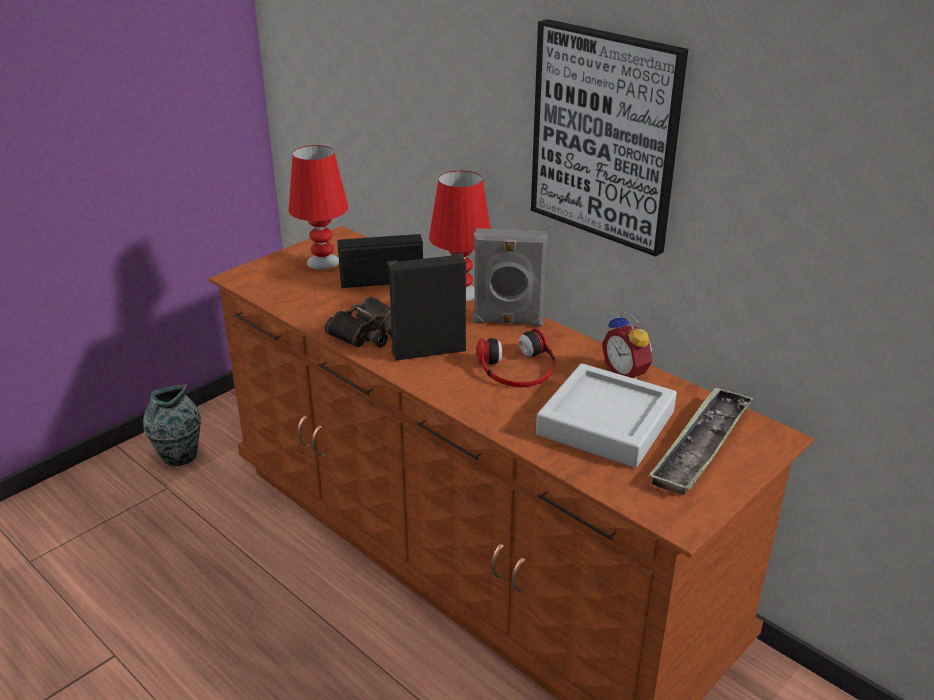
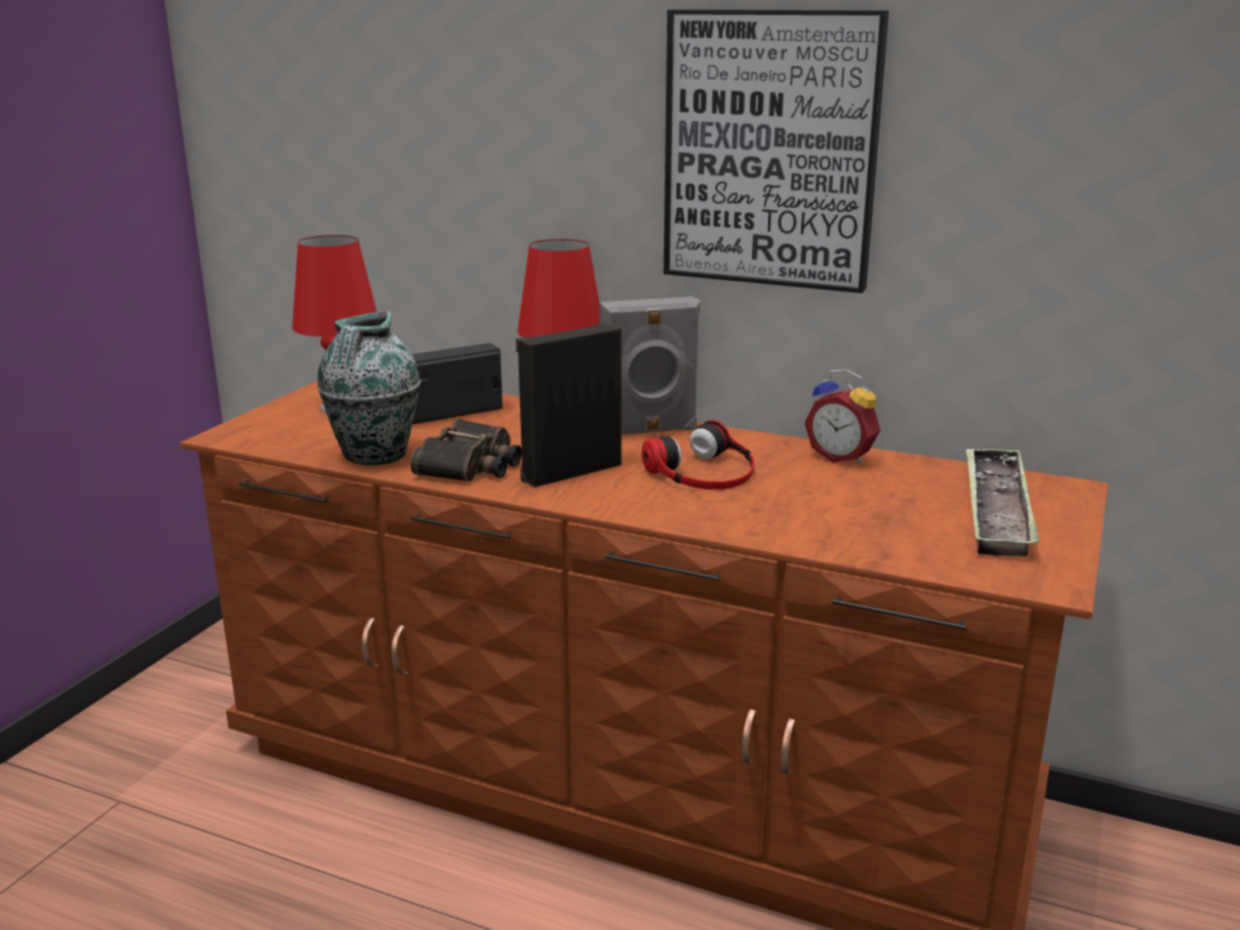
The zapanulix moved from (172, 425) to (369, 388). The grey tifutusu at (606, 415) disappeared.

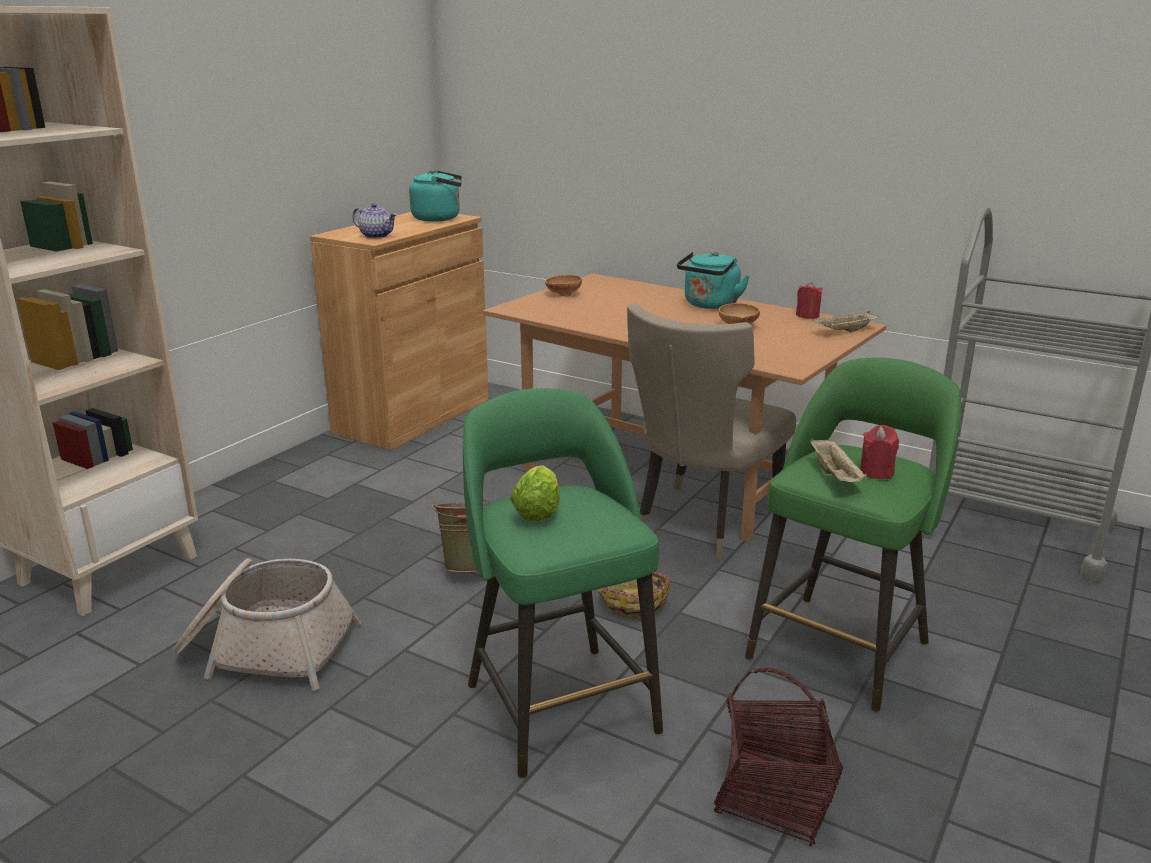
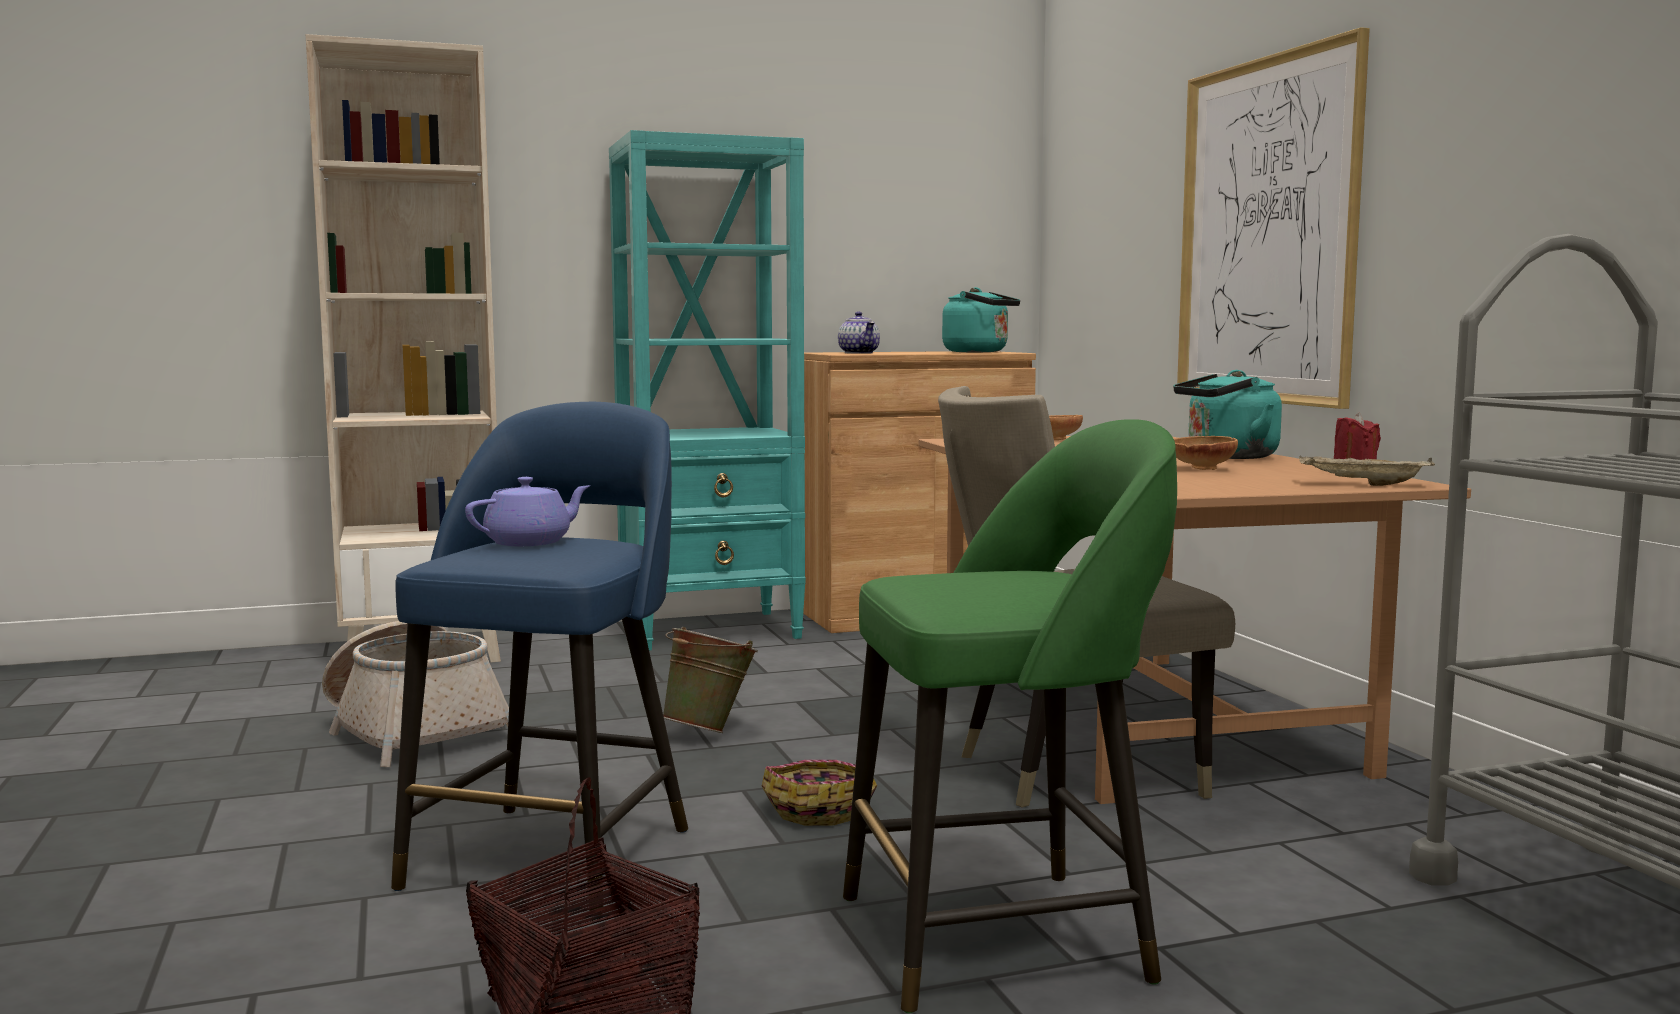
The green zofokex at (563, 583) became the blue zofokex at (539, 659). The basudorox at (535, 493) was replaced by the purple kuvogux at (527, 511). The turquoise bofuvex at (707, 390) appeared. The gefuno at (1273, 218) appeared. The beige tifutusu at (838, 460) disappeared. The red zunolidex at (879, 452) disappeared.

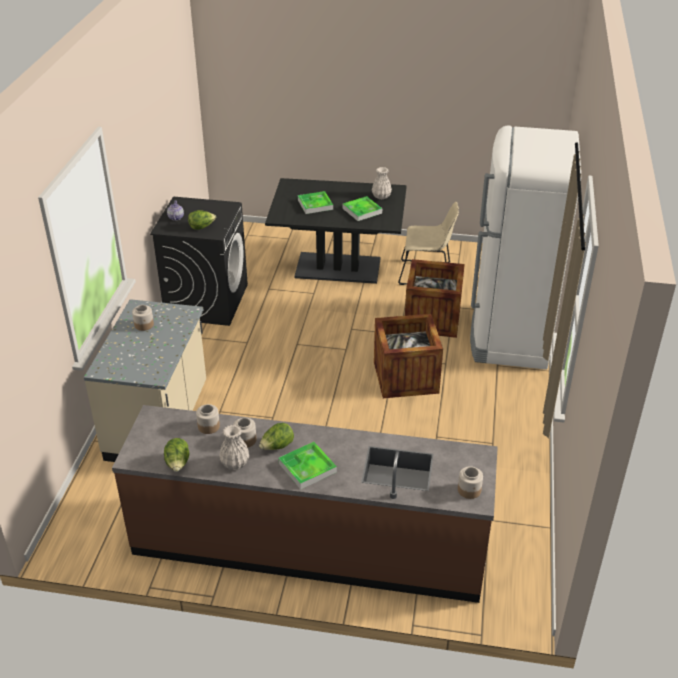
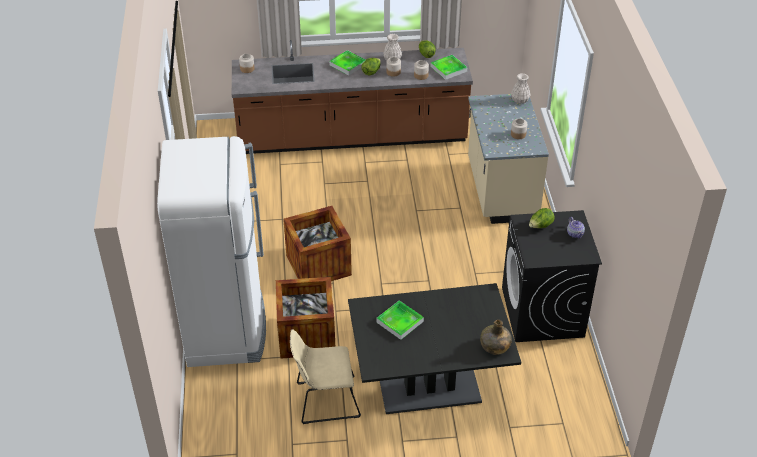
The tifutusu moved from (315, 202) to (449, 67). The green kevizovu at (496, 337) appeared. The white zapanulix moved from (382, 183) to (521, 88).

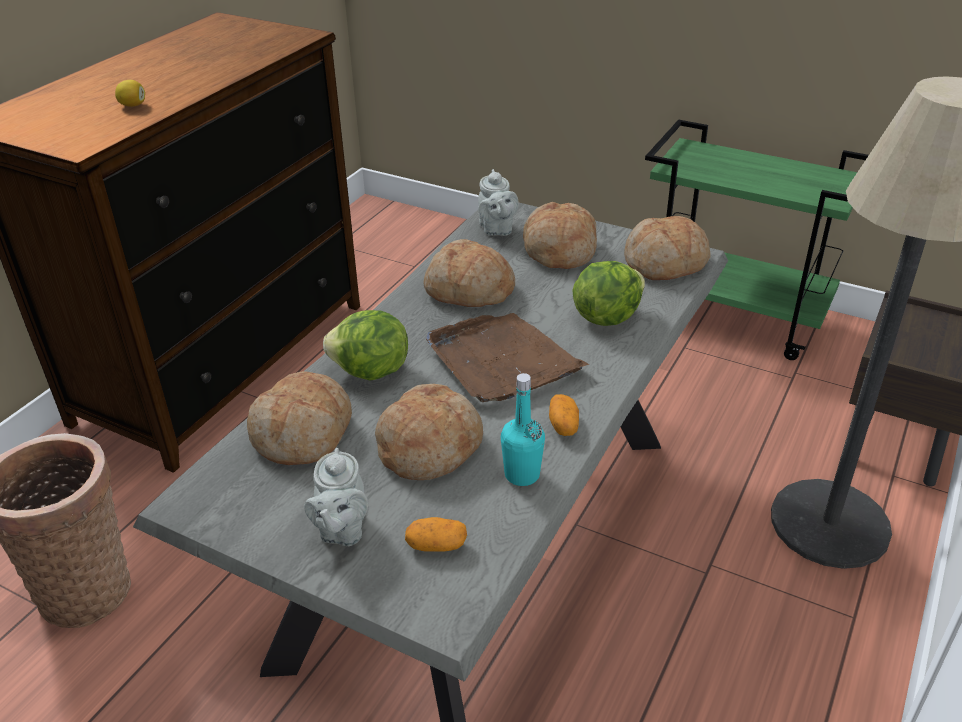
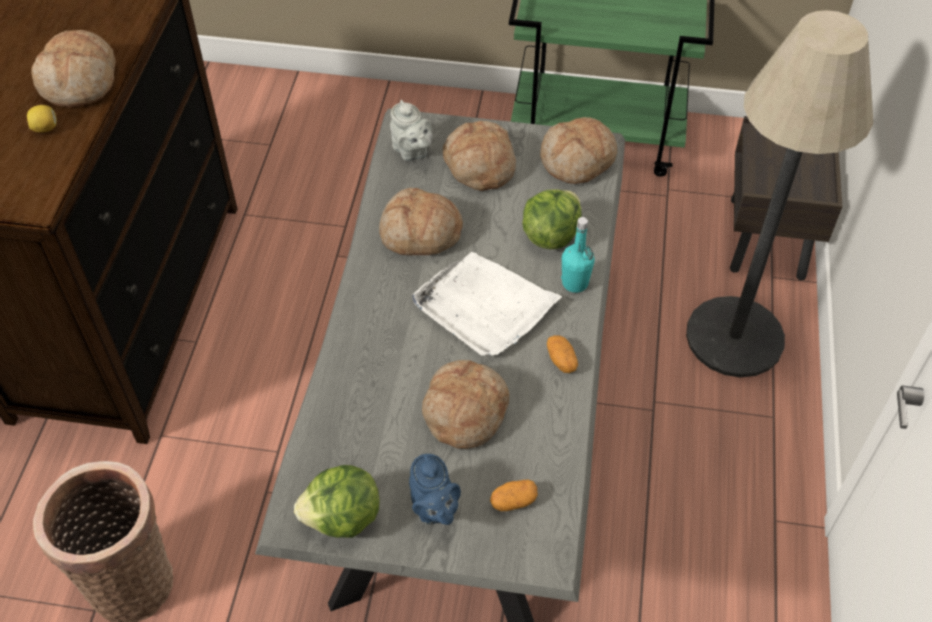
The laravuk moved from (299, 418) to (73, 68). The basudorox moved from (365, 345) to (337, 501). The grey kuvogux at (336, 497) became the blue kuvogux at (435, 489). The brown tifutusu at (507, 357) became the white tifutusu at (487, 304). The turquoise kevizovu moved from (523, 429) to (578, 255).

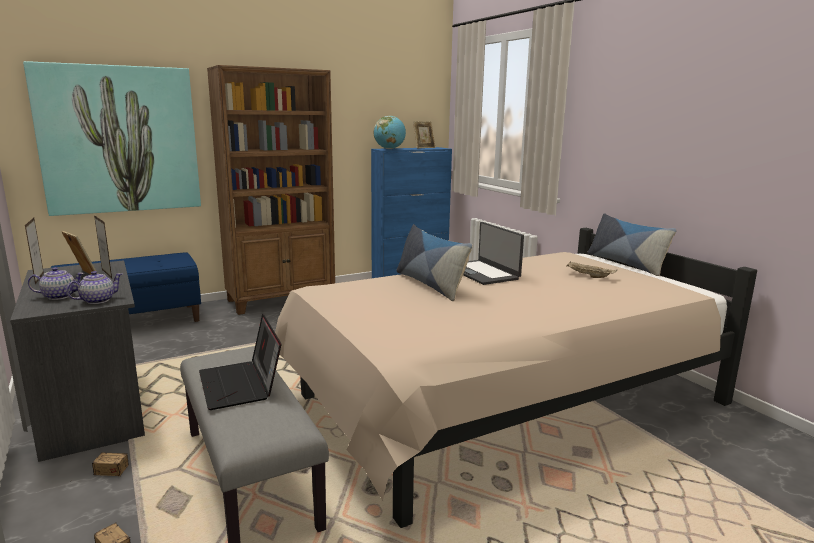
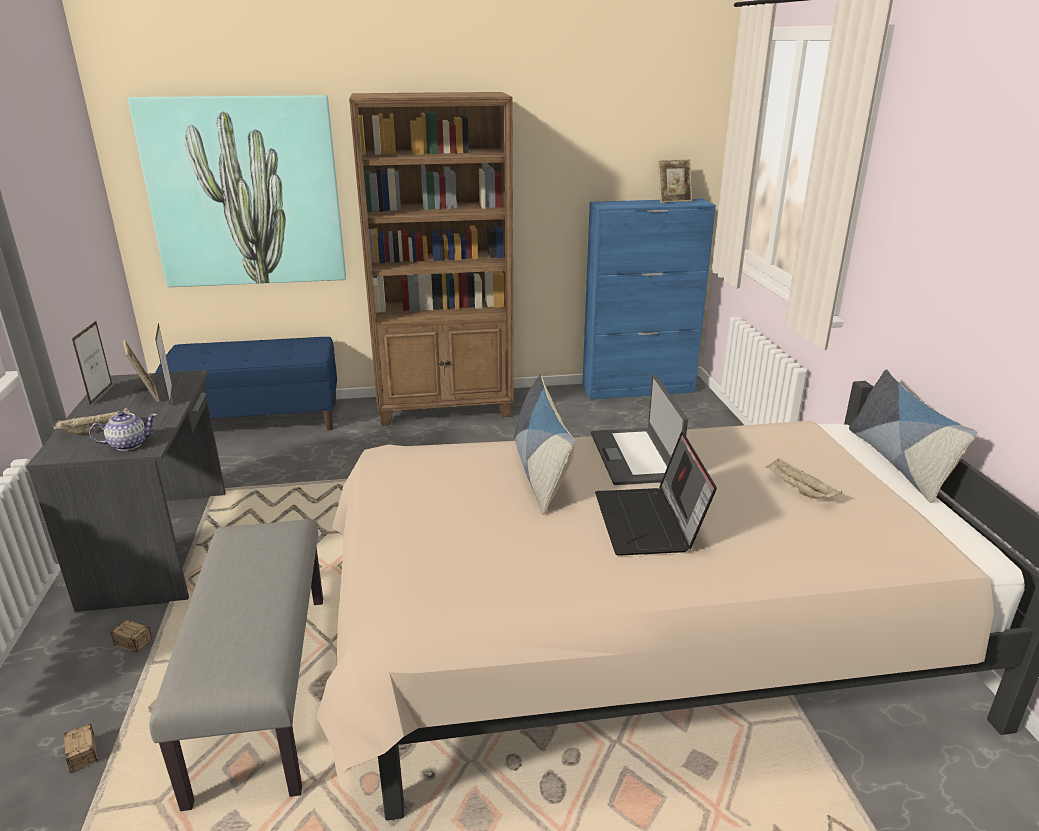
The kuvogux at (56, 283) was replaced by the beige tifutusu at (92, 421). The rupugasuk moved from (240, 362) to (656, 494). The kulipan at (389, 132) disappeared.

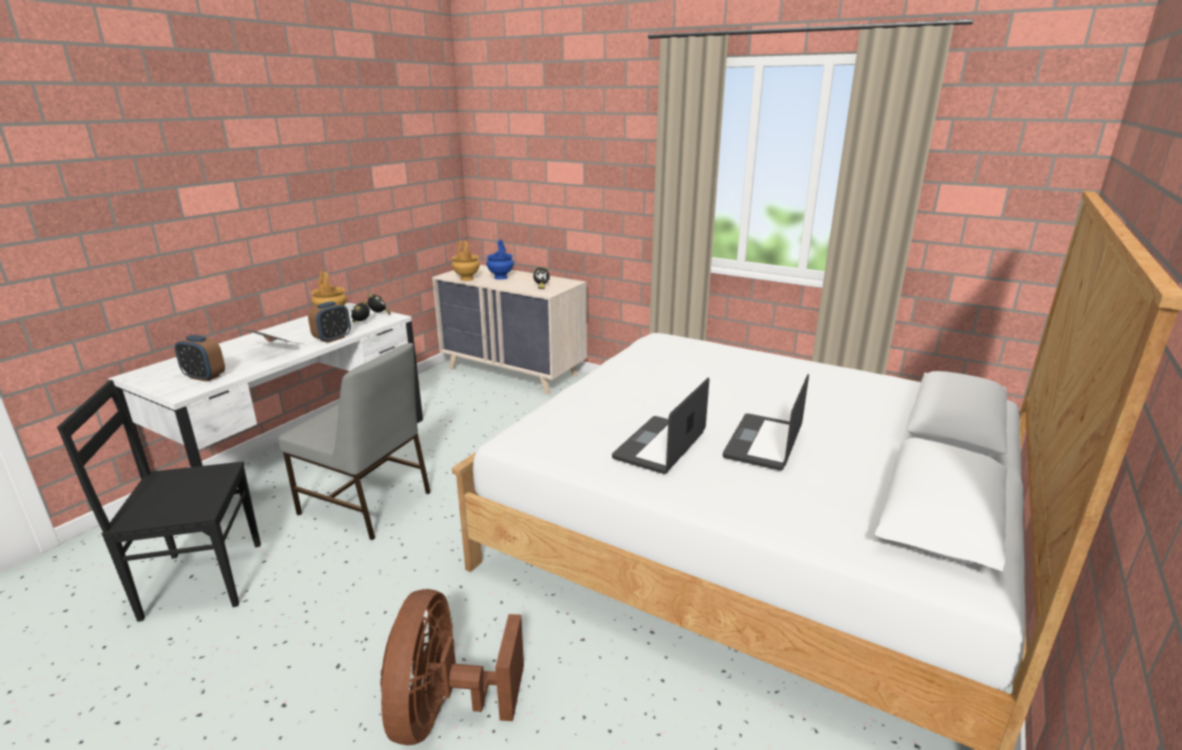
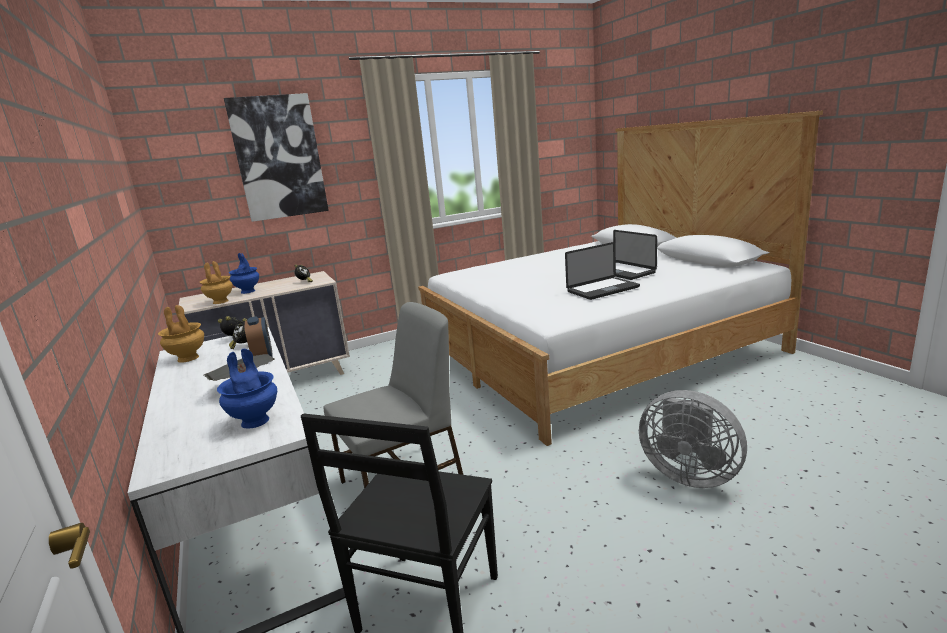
The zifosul at (200, 358) was replaced by the blue zapanulix at (247, 389). The gefuno at (276, 157) appeared. The rupugasuk at (660, 426) turned 90 degrees counterclockwise. The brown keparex at (452, 667) became the grey keparex at (693, 439).

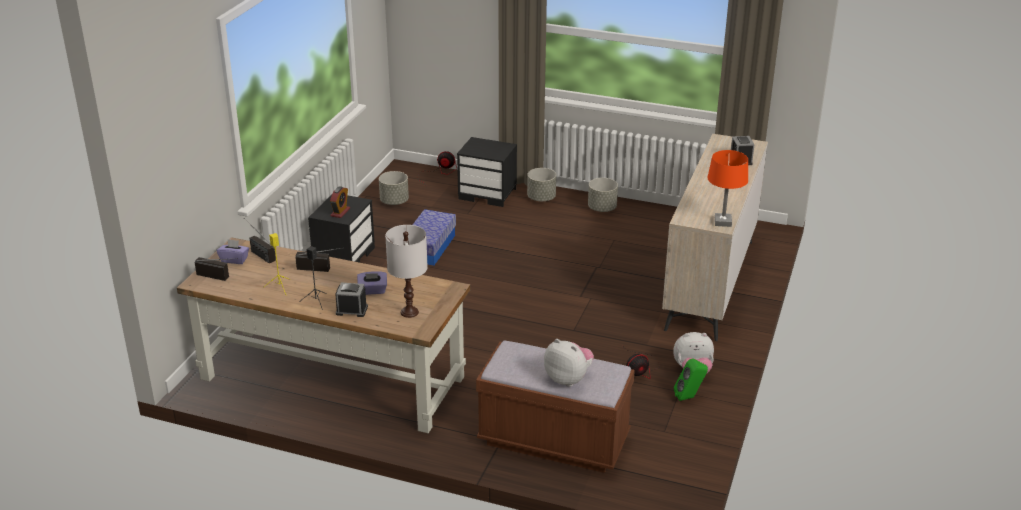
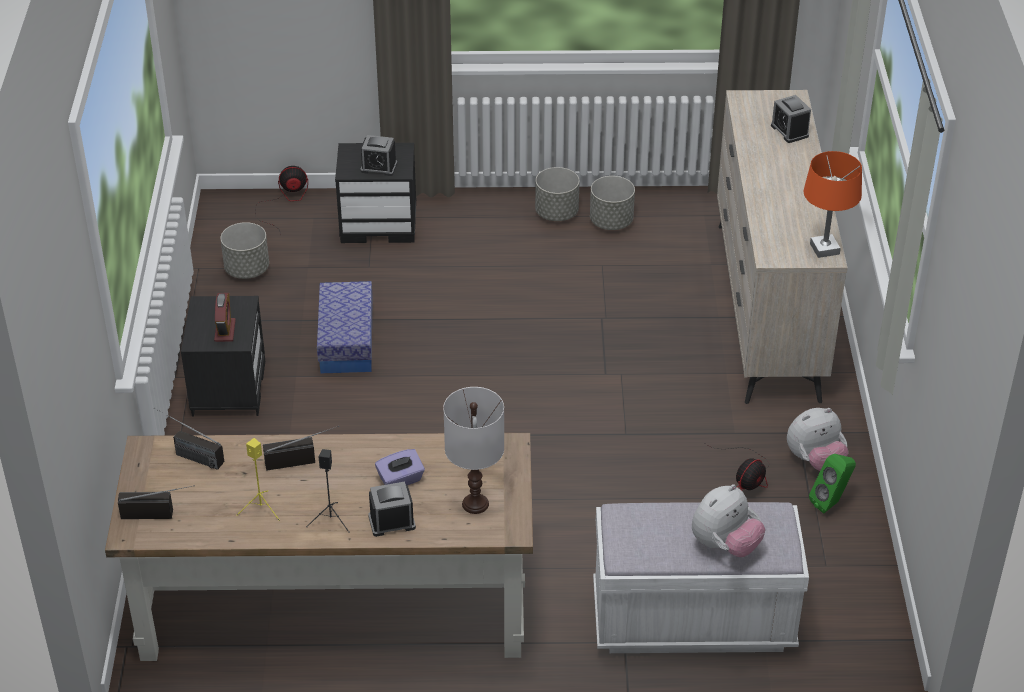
The zifosul at (378, 155) appeared. The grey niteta moved from (541, 185) to (612, 203). The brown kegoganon at (555, 407) became the white kegoganon at (701, 577). The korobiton at (569, 363) turned 120 degrees clockwise. The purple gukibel at (233, 251) disappeared.

